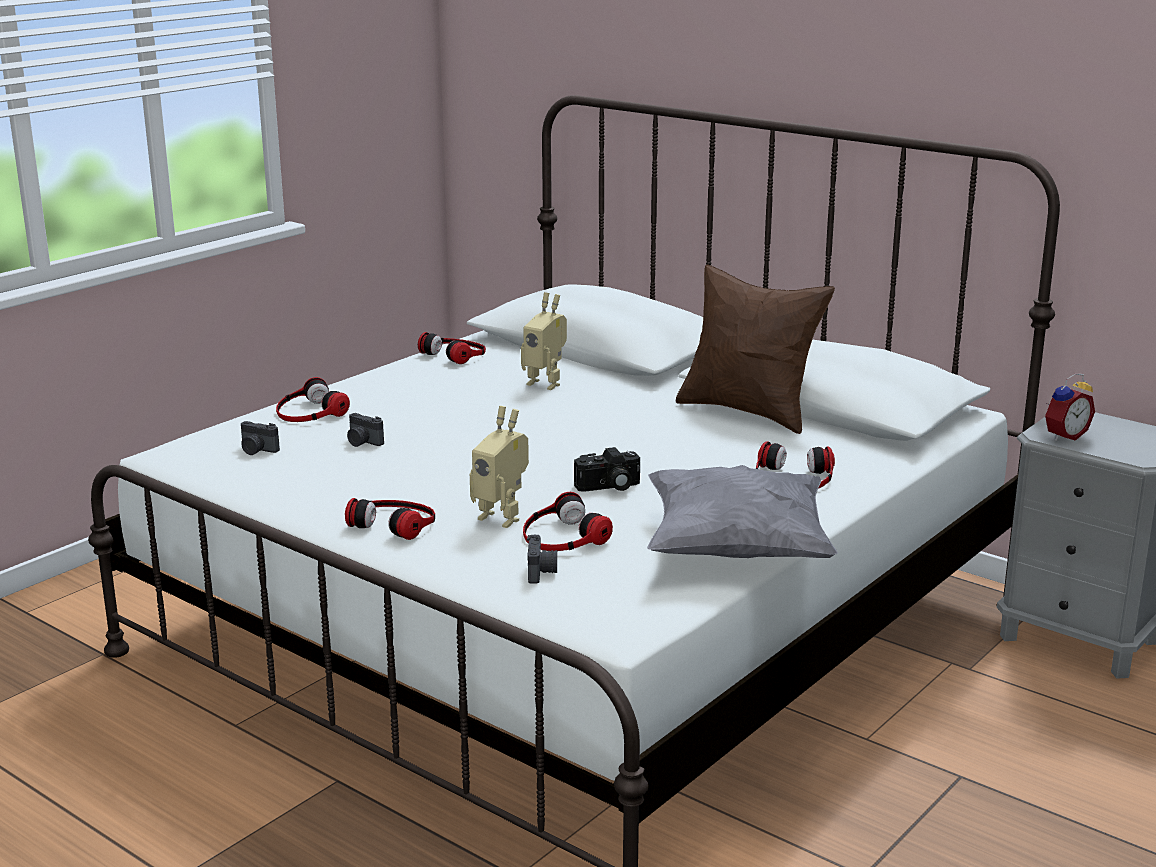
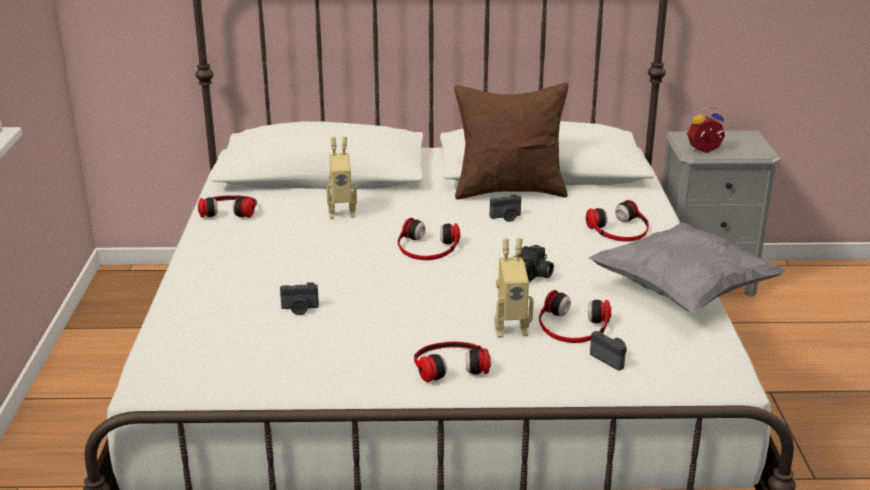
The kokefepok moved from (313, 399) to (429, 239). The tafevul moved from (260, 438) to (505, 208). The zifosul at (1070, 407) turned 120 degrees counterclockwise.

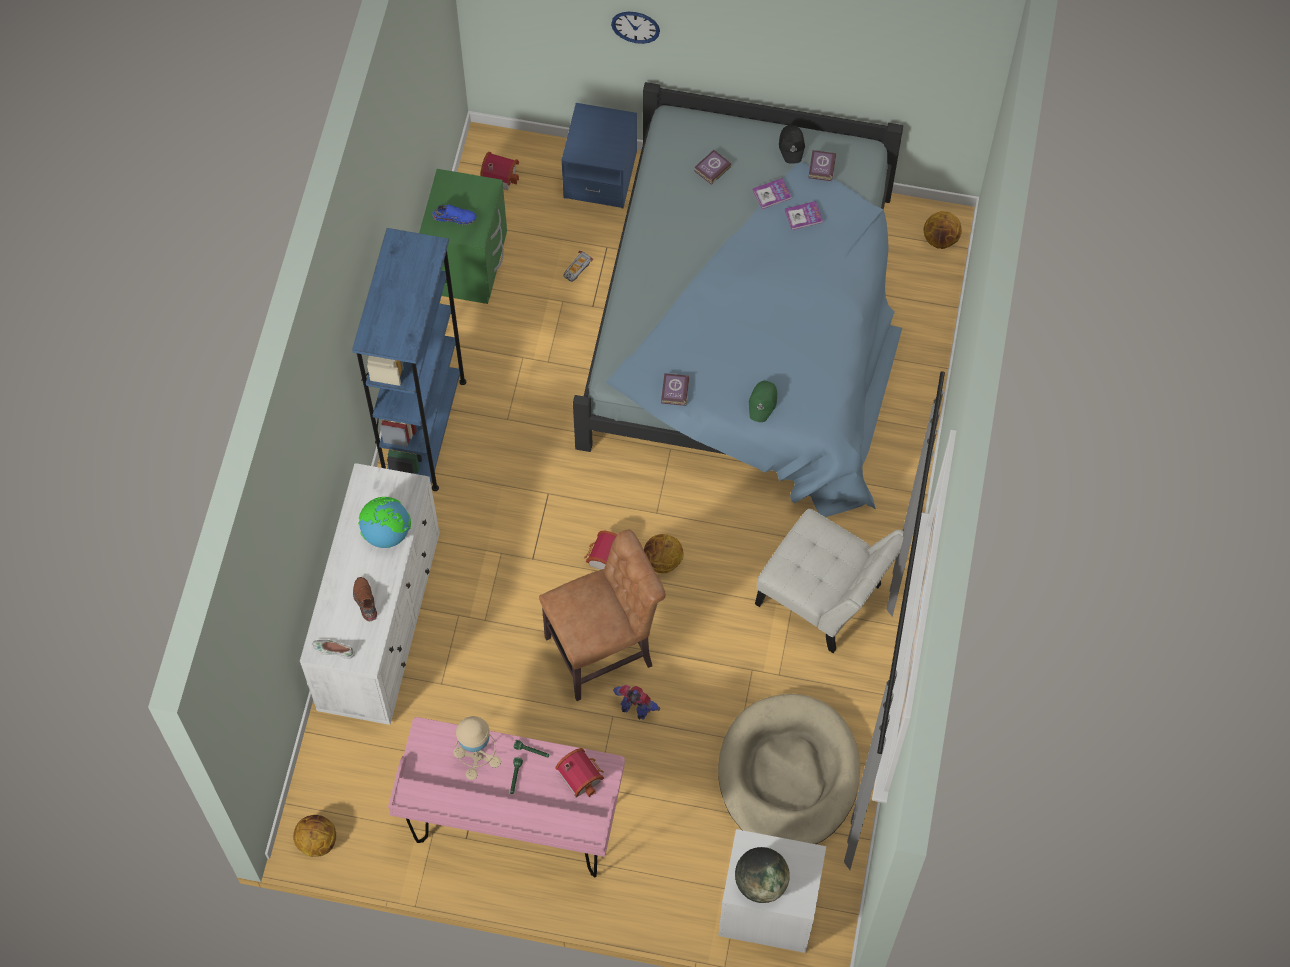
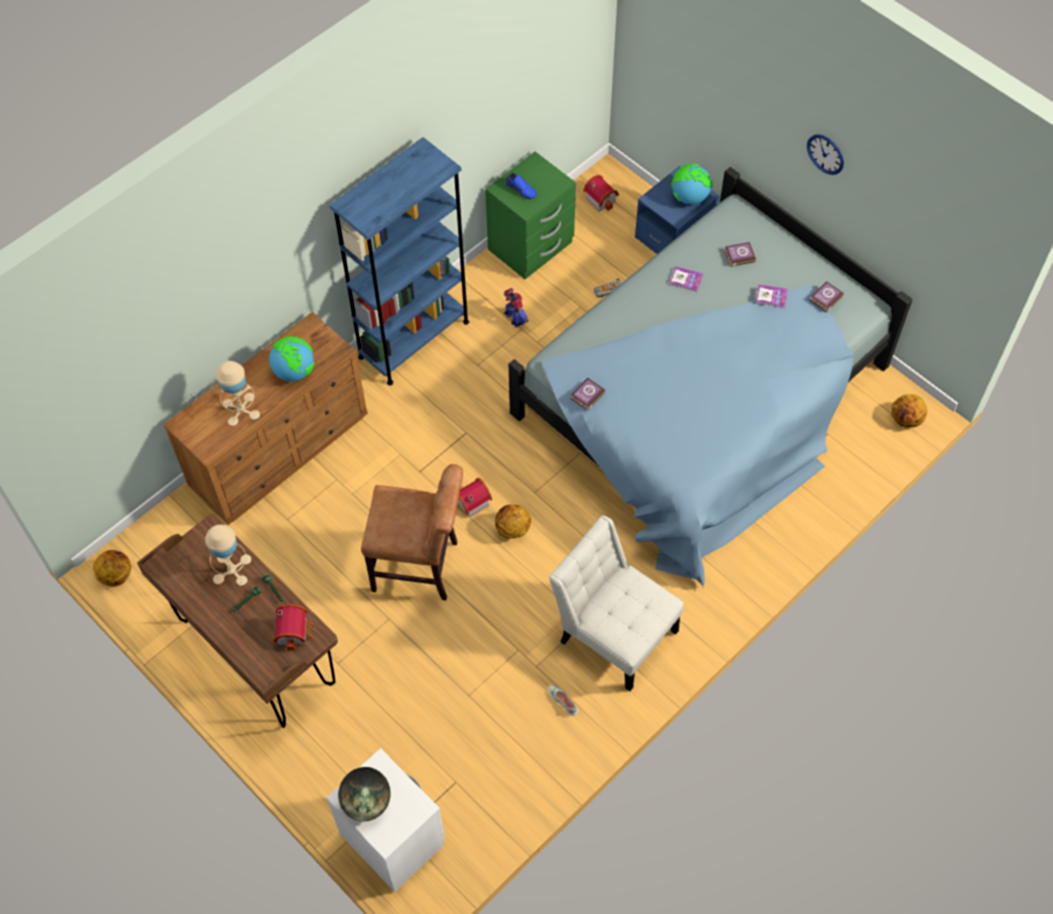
The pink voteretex at (506, 797) became the brown voteretex at (237, 621). The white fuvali at (370, 594) became the brown fuvali at (266, 418). The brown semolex at (365, 599) was replaced by the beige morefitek at (238, 393). The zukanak moved from (636, 702) to (516, 307). The white semolex moved from (333, 649) to (563, 700). The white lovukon at (829, 581) turned 150 degrees clockwise. The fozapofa moved from (804, 215) to (686, 279). The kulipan at (692, 184) appeared. The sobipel moved from (635, 28) to (825, 154). The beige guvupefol at (789, 769) disappeared. The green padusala at (763, 401) disappeared. The black padusala at (792, 144) disappeared.

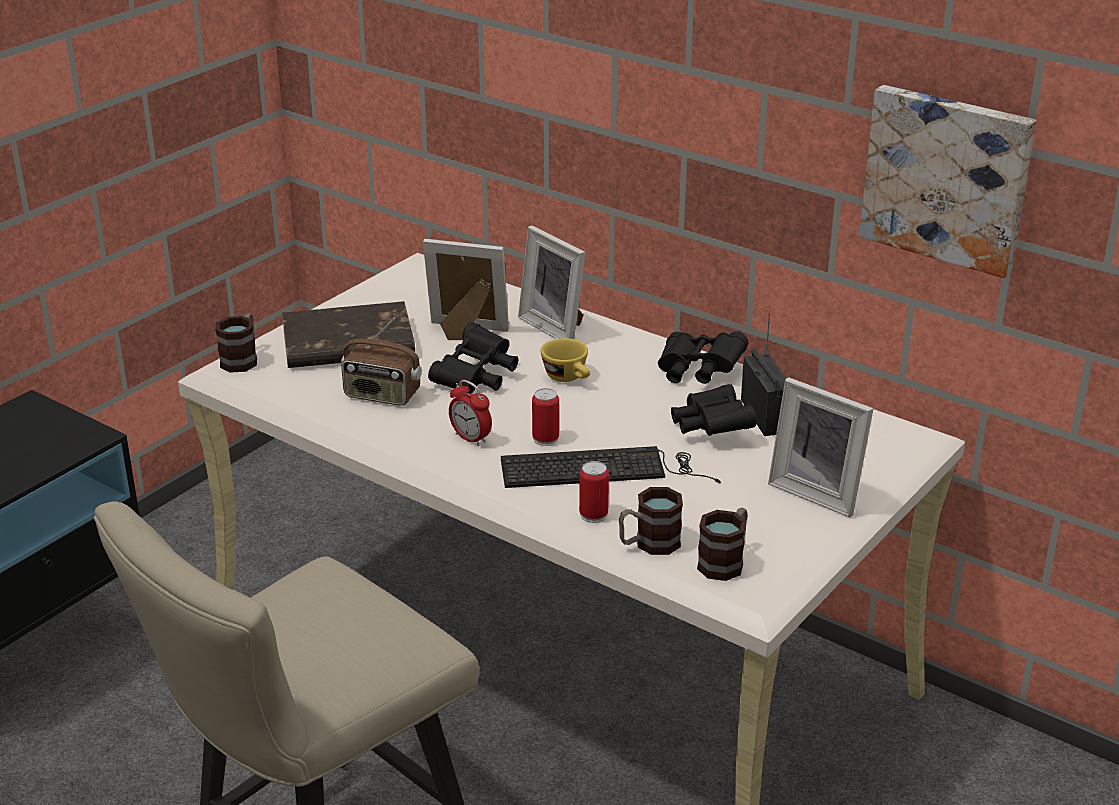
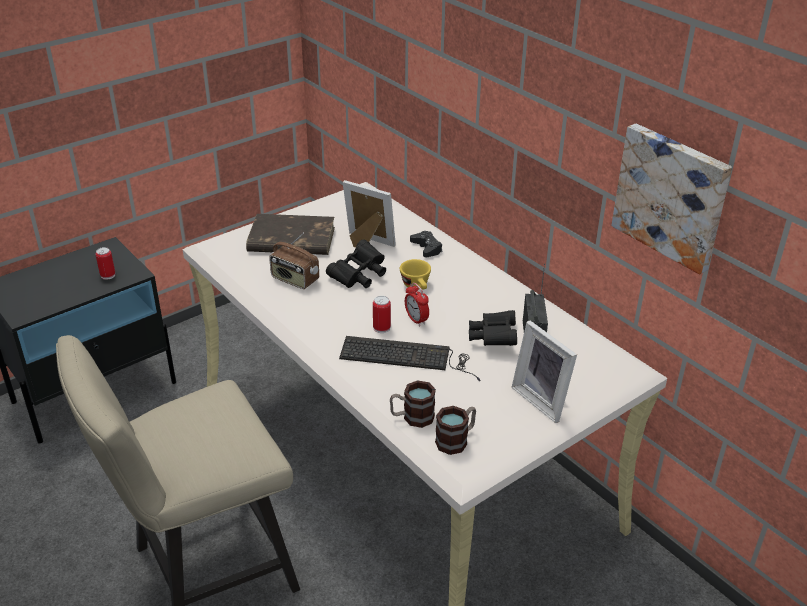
The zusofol moved from (594, 492) to (105, 263). The zifosul moved from (470, 413) to (417, 304). The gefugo at (552, 282) was replaced by the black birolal at (426, 244). The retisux at (236, 343) disappeared. The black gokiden at (703, 357) disappeared.

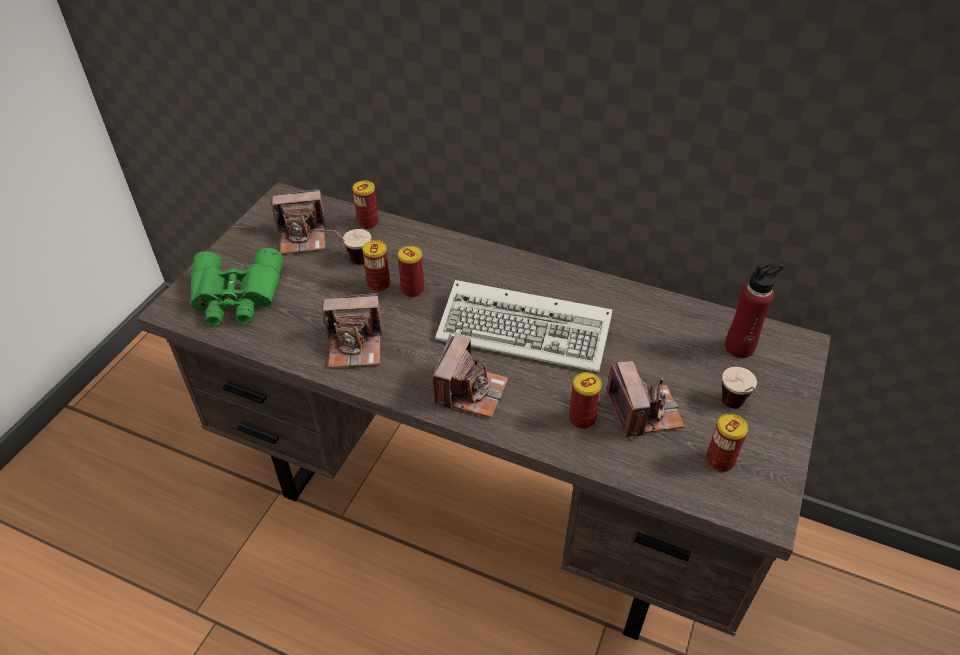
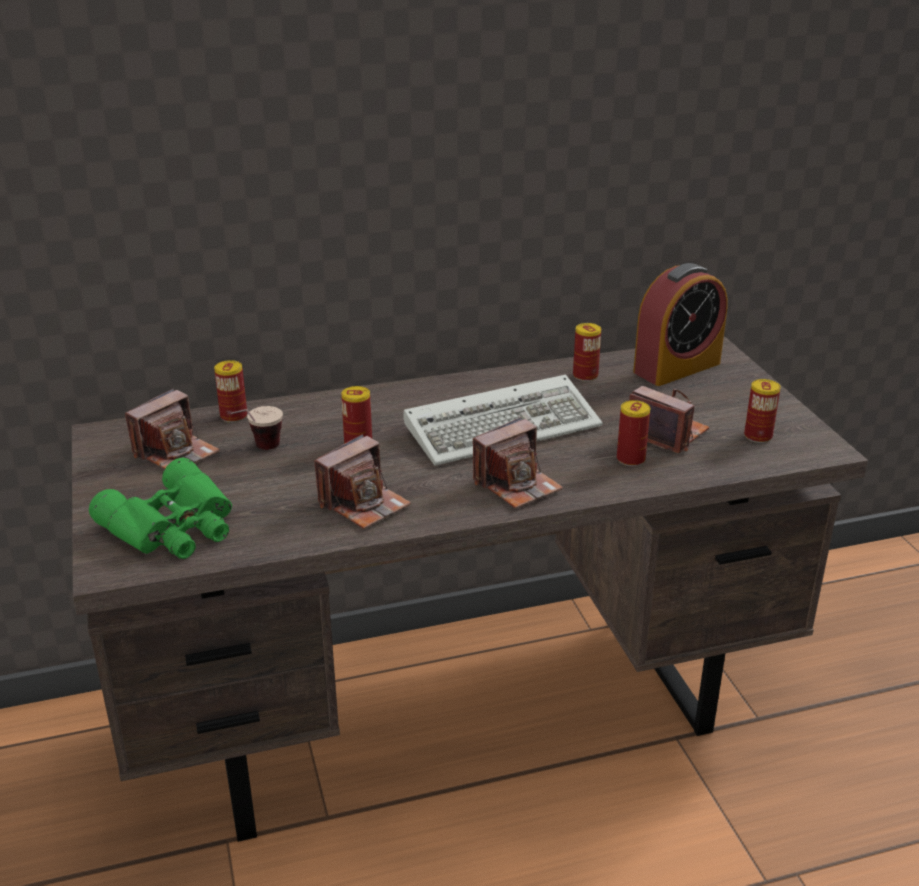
The tafevul at (470, 376) turned 75 degrees clockwise. The zusofol moved from (376, 266) to (587, 352). The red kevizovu at (754, 310) was replaced by the zifosul at (680, 324). The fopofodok at (742, 387) disappeared.

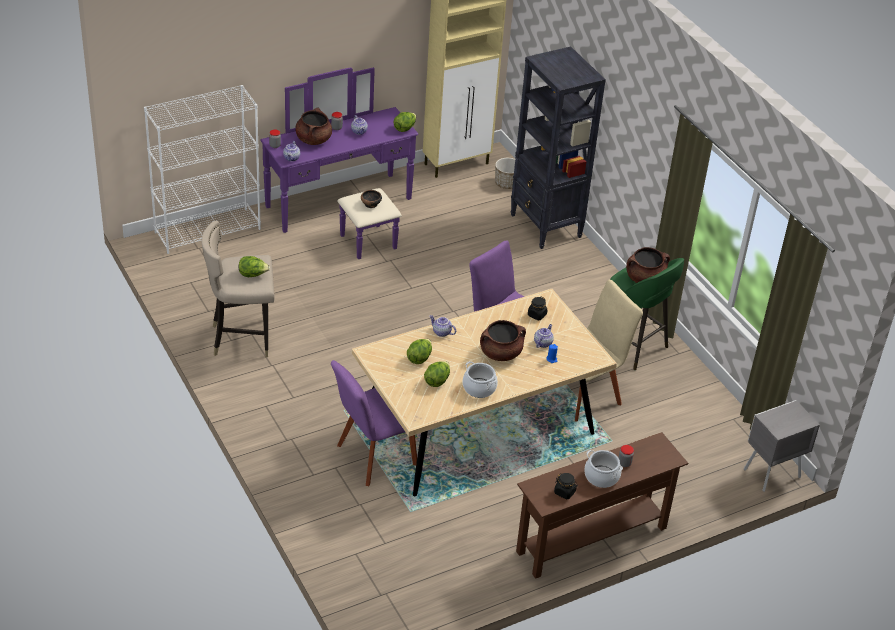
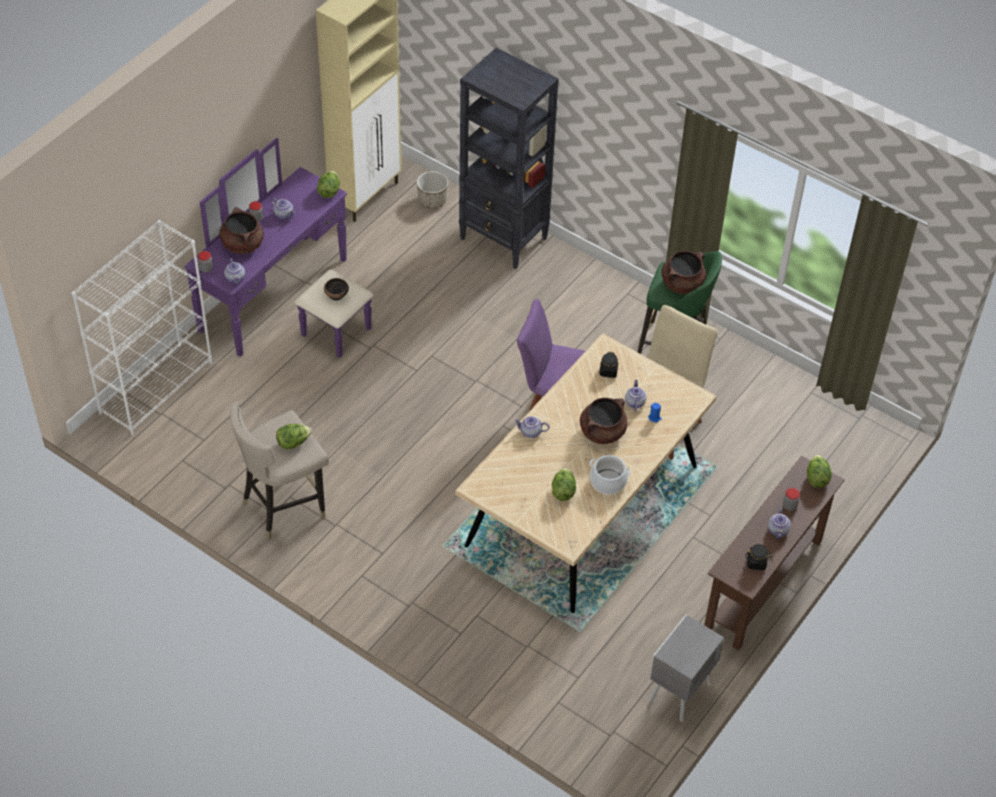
The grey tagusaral moved from (782, 446) to (686, 668). The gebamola at (603, 469) was replaced by the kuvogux at (779, 522). The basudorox moved from (419, 351) to (819, 471). The purple lovukon at (374, 423) disappeared.

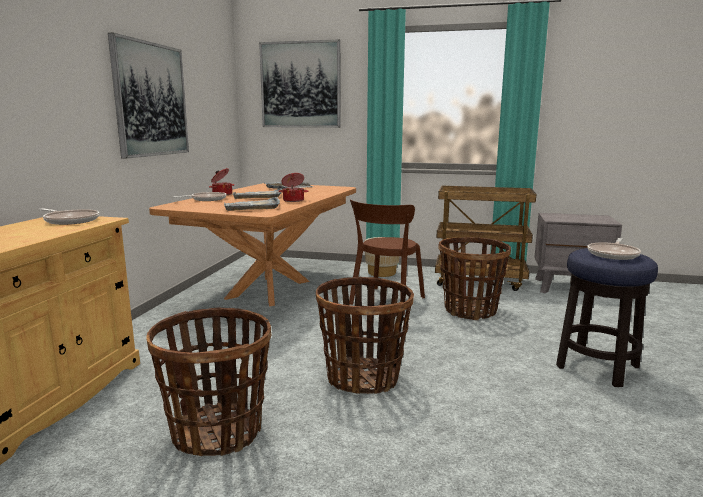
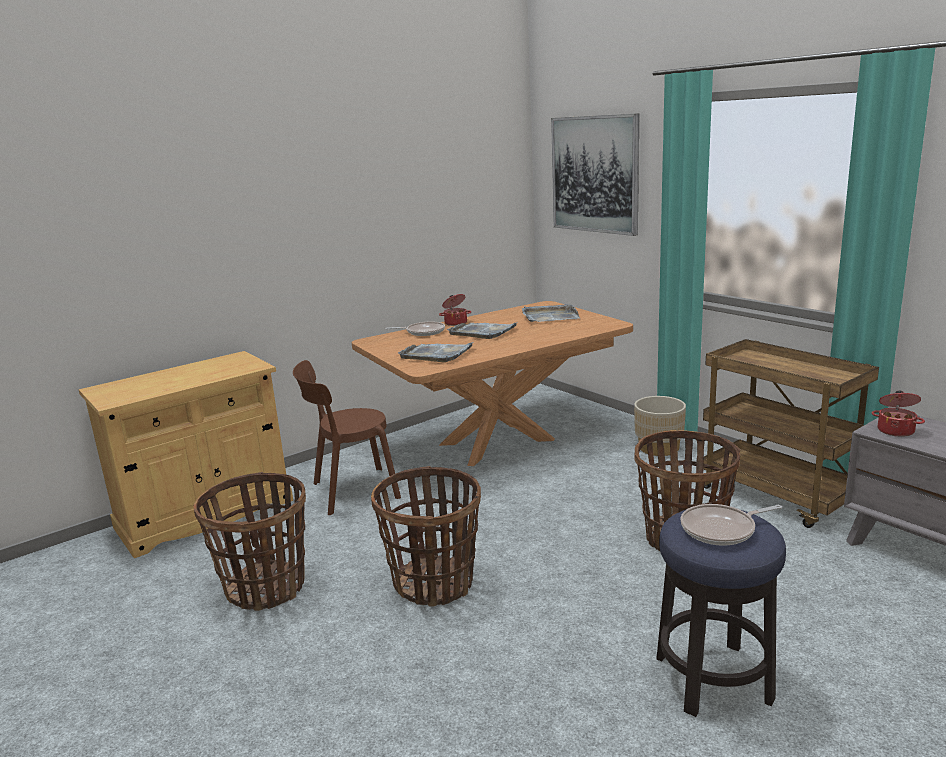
The brown lovukon moved from (387, 257) to (347, 437). The gebamola moved from (293, 187) to (898, 414). The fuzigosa at (69, 216) disappeared. The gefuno at (148, 96) disappeared.

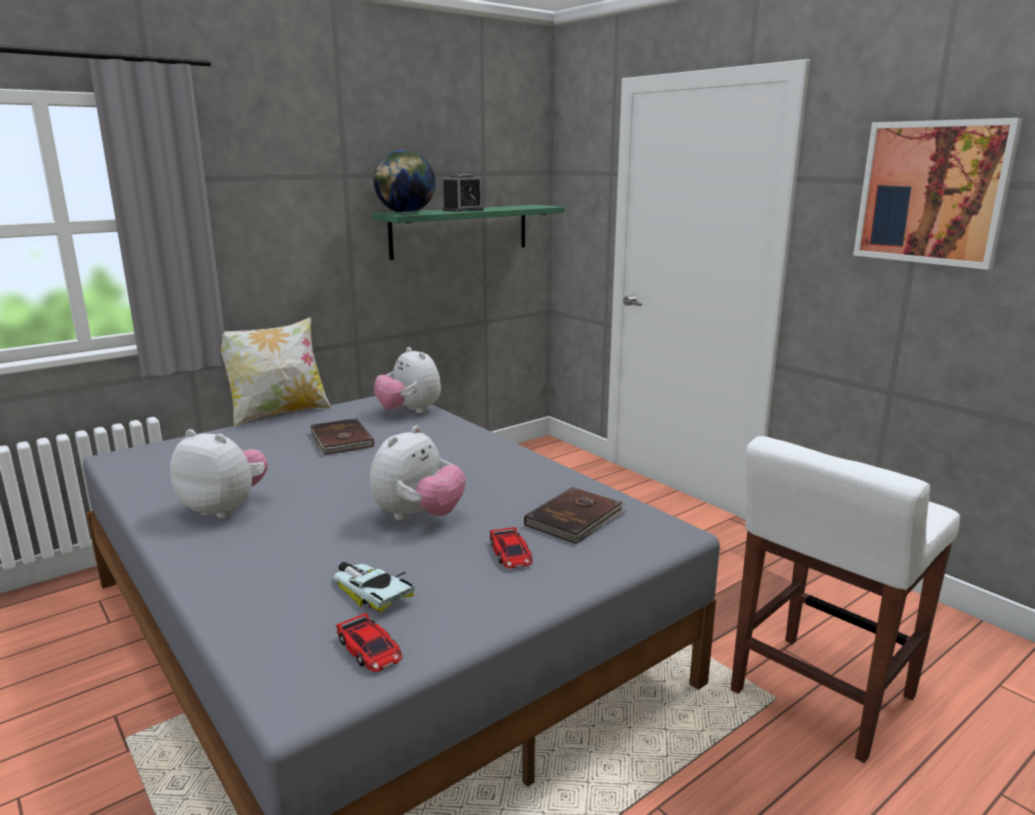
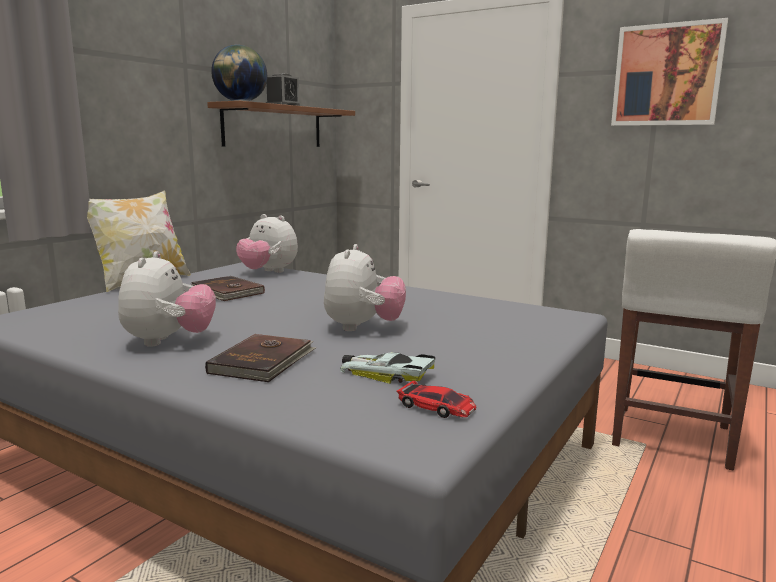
The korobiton at (219, 474) turned 90 degrees clockwise. The brown fozapofa moved from (575, 515) to (261, 358). The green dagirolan at (468, 232) became the brown dagirolan at (281, 124). The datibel at (511, 548) disappeared.

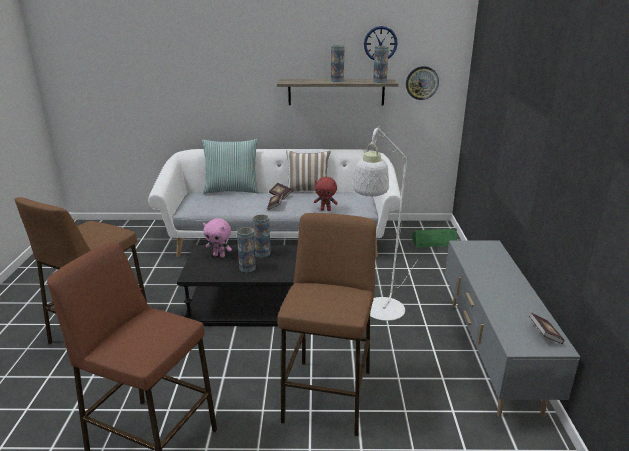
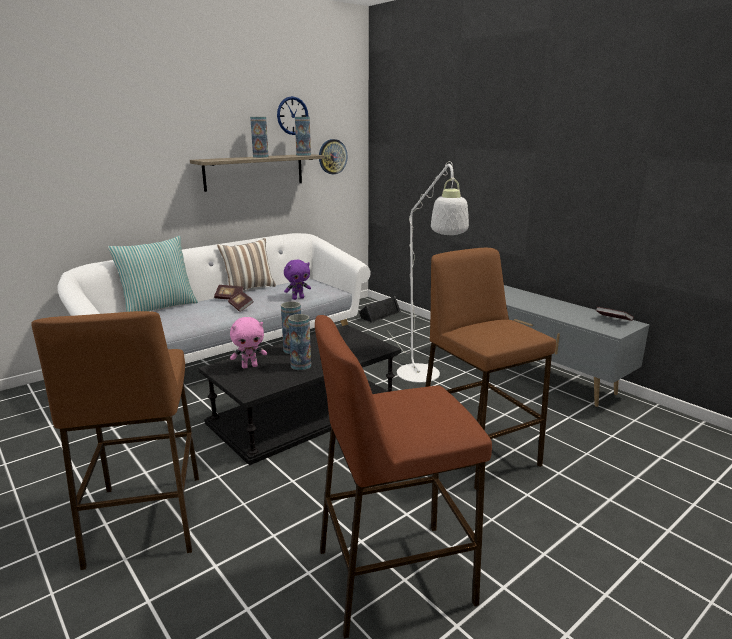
The red korobiton at (326, 194) became the purple korobiton at (297, 280). The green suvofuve at (434, 238) became the black suvofuve at (380, 309).

